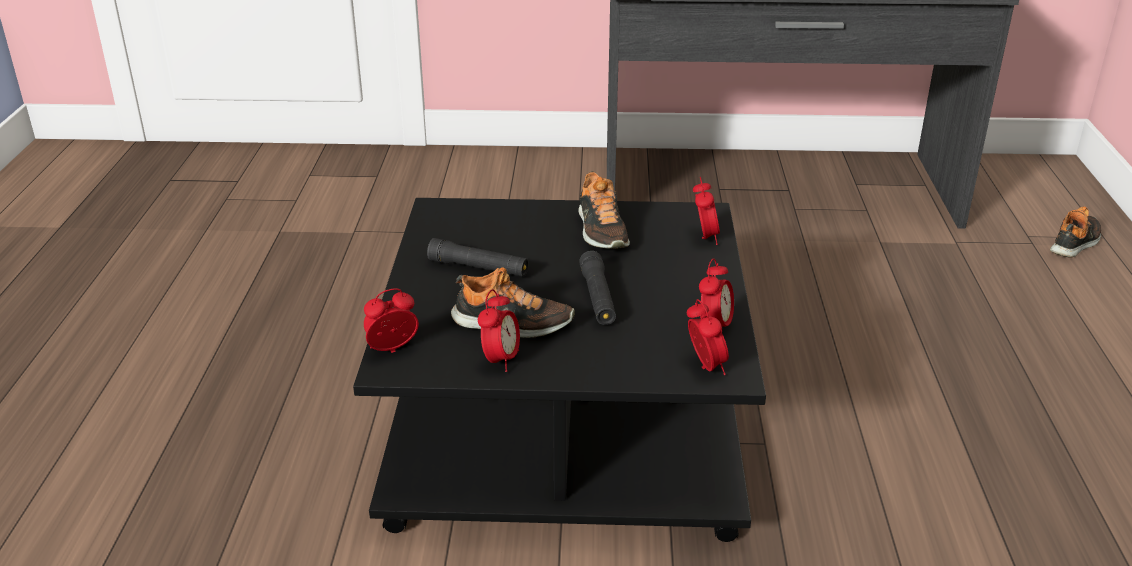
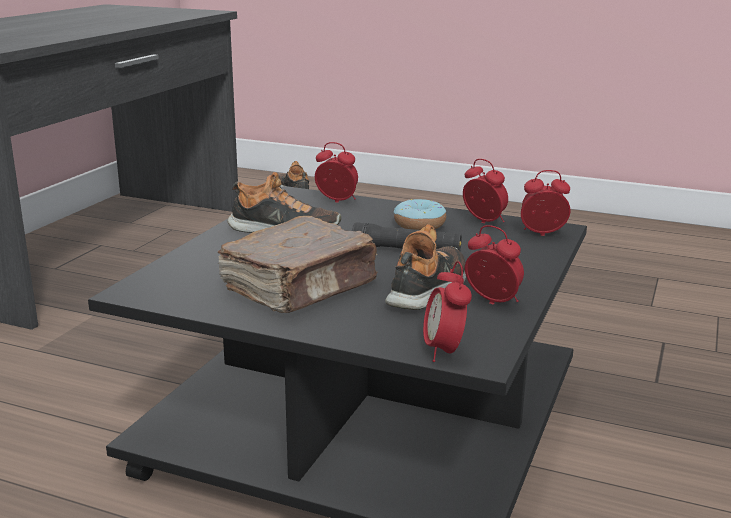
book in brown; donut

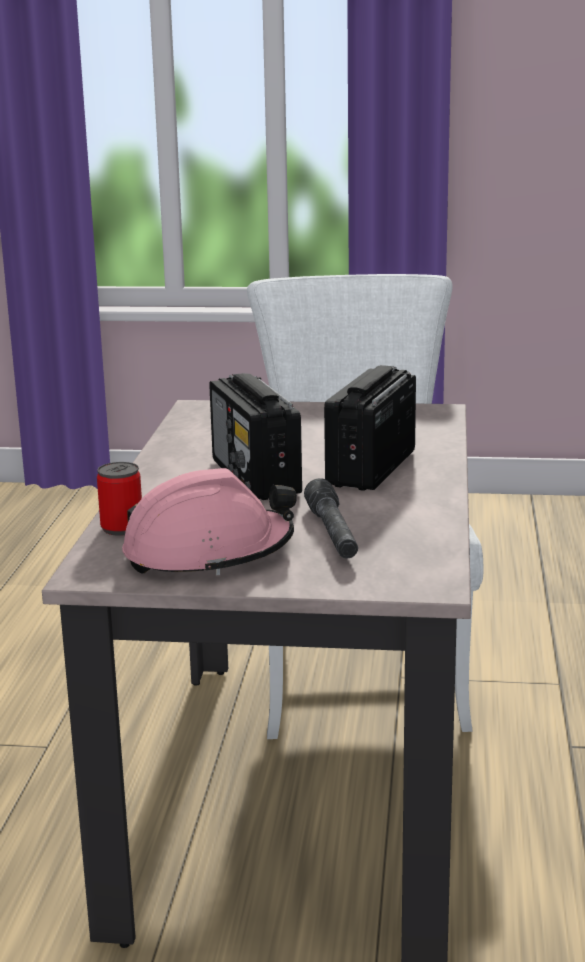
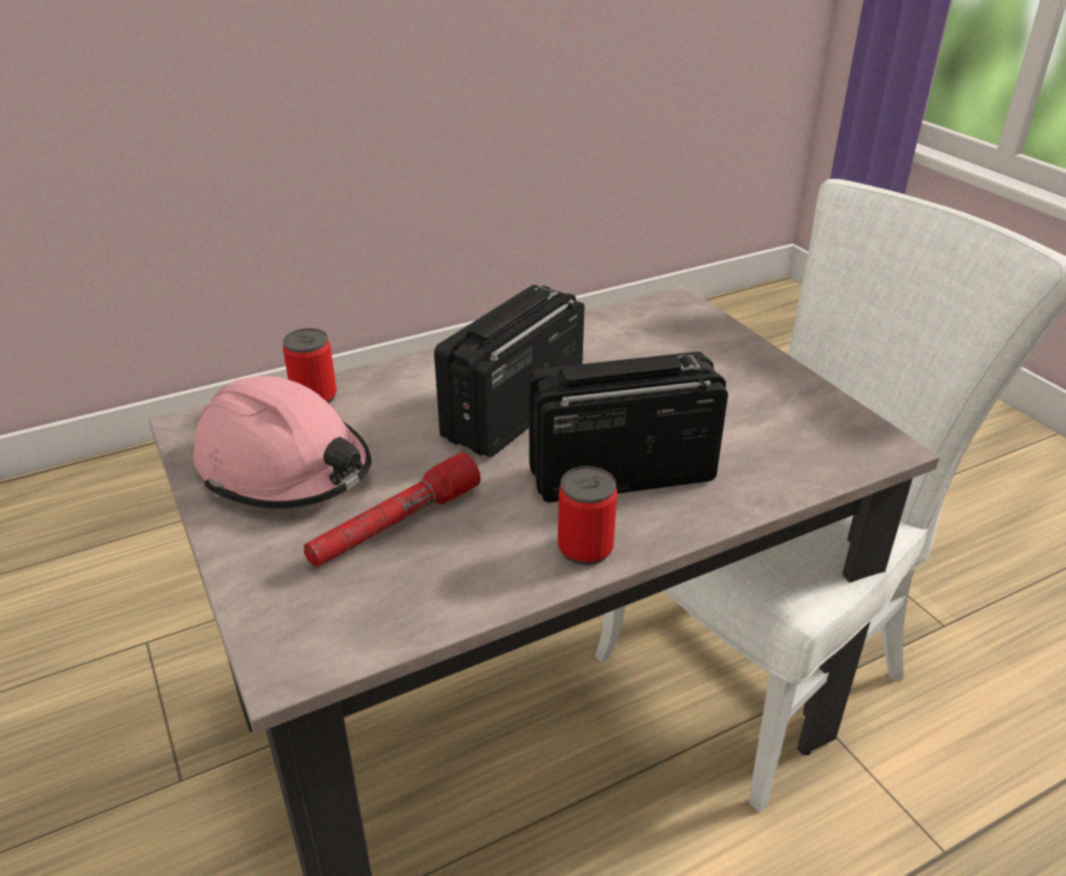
flashlight in red; can (no. 2 from left)

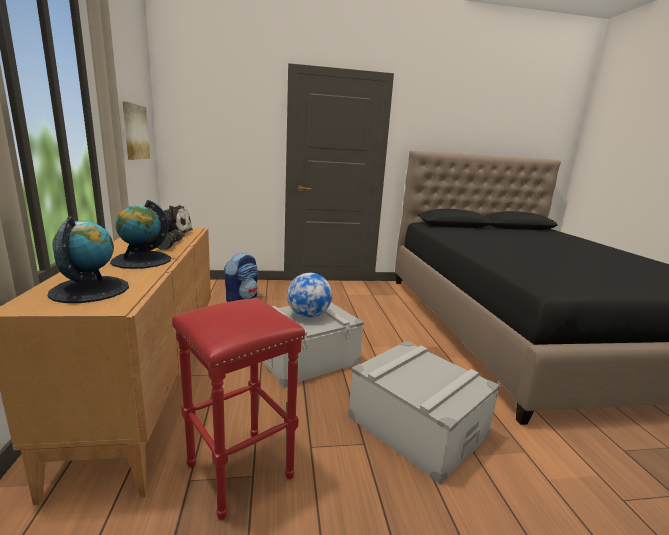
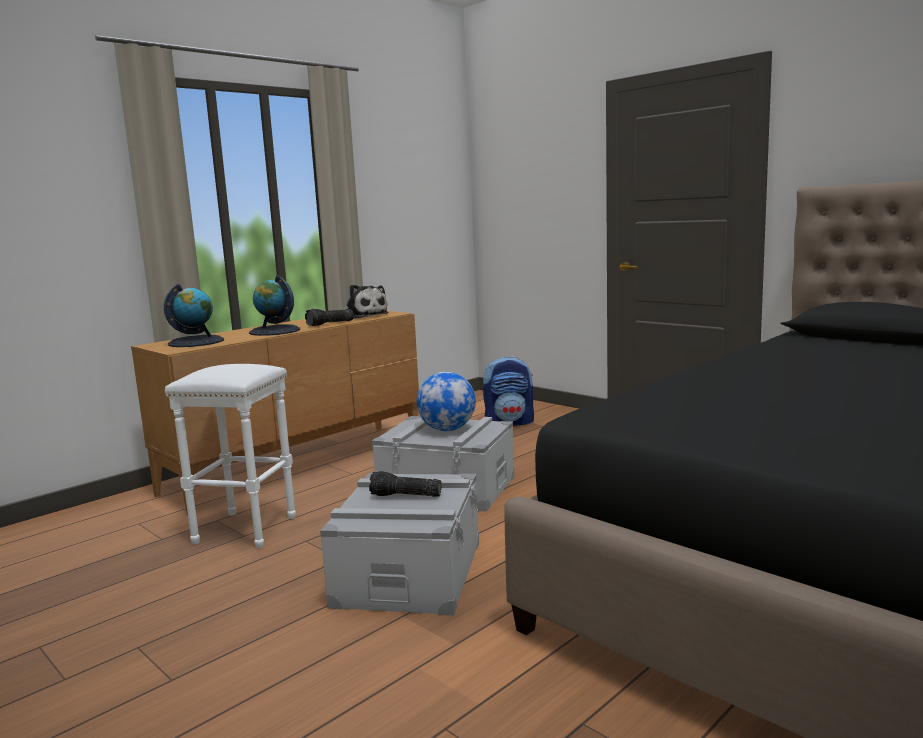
picture; stool in white; flashlight (no. 2 from left)

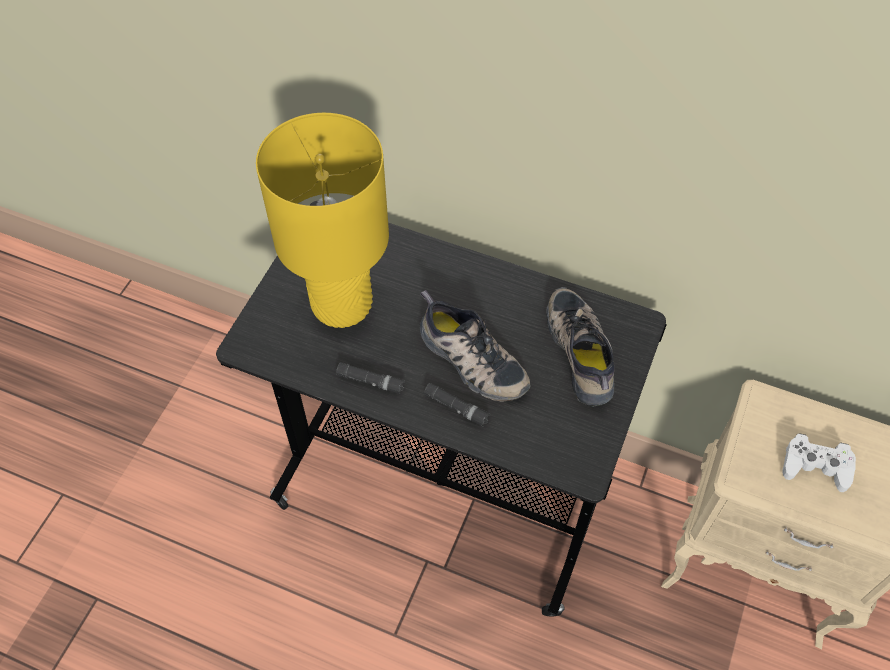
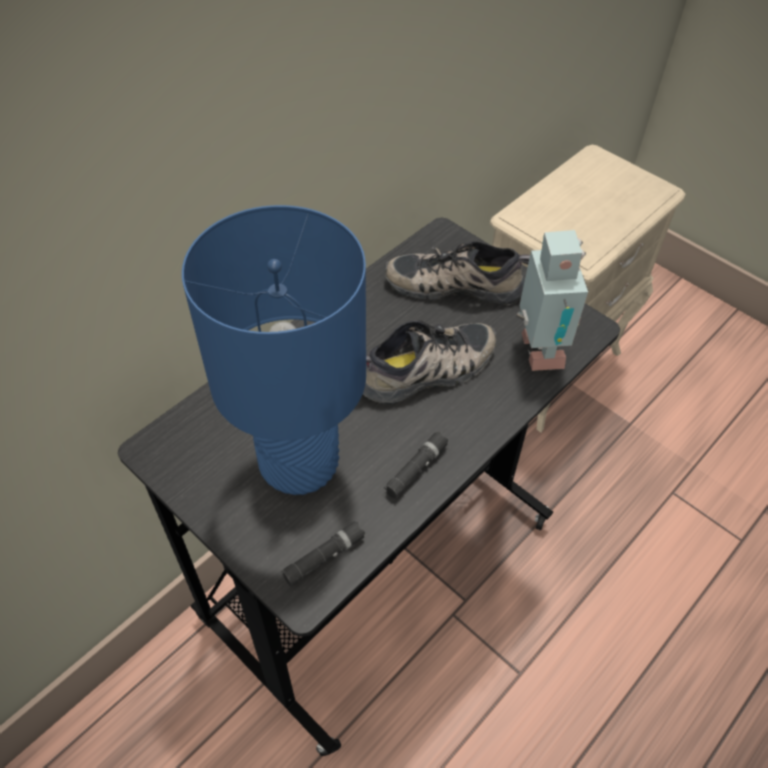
table lamp in blue; flashlight in black (no. 1 from left); game controller in white; toy robot

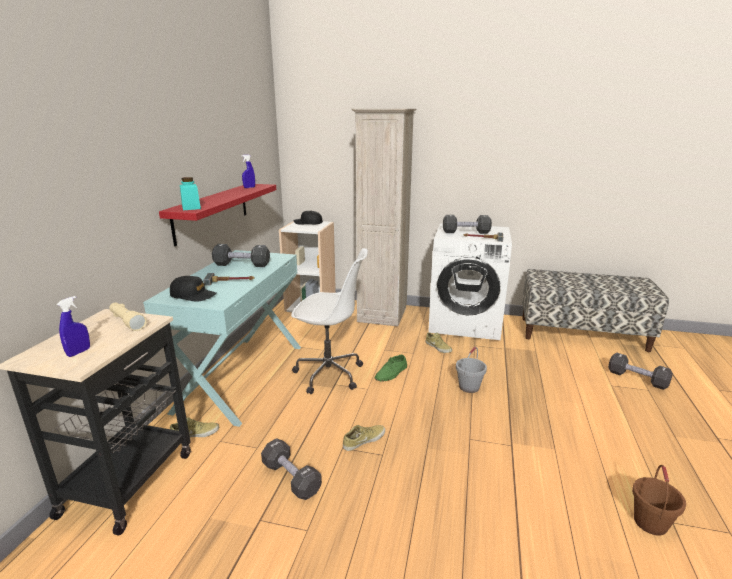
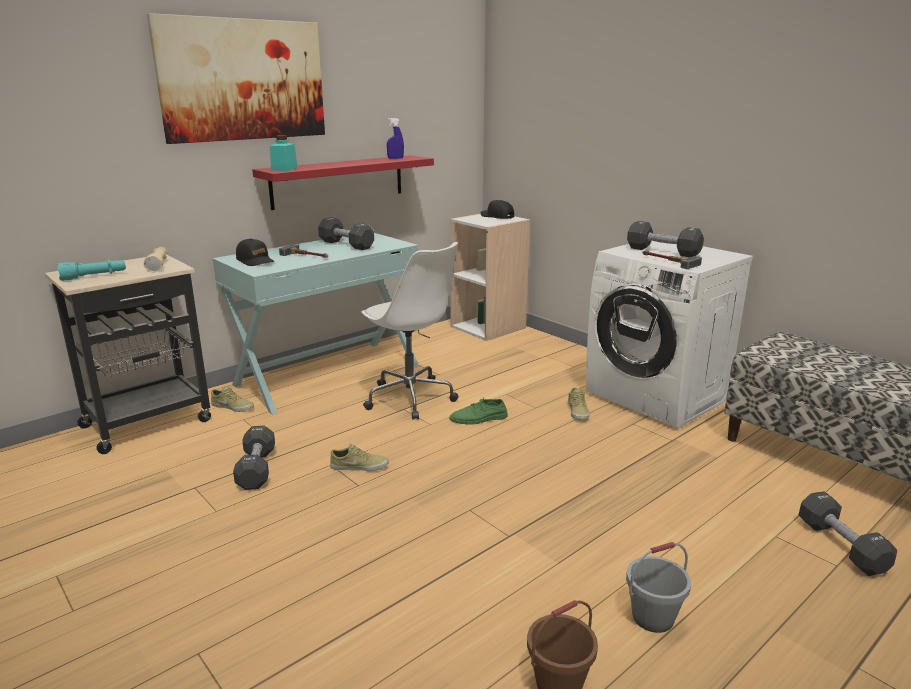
flashlight in turquoise; cabinet in beige; bucket in grey; picture

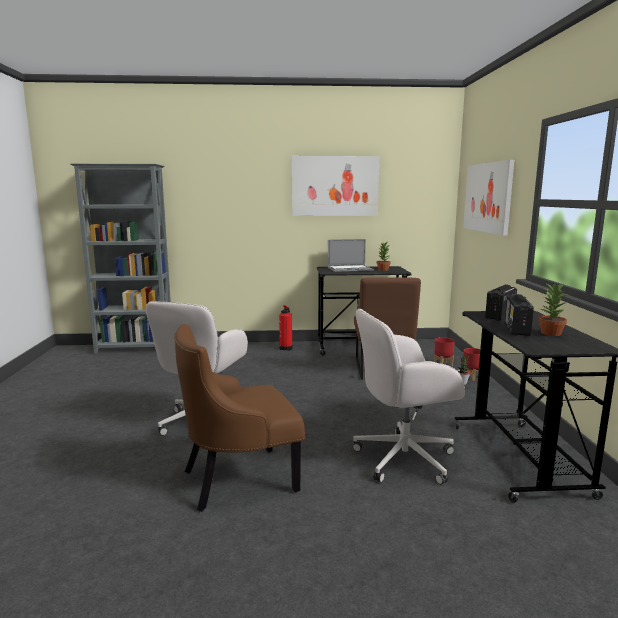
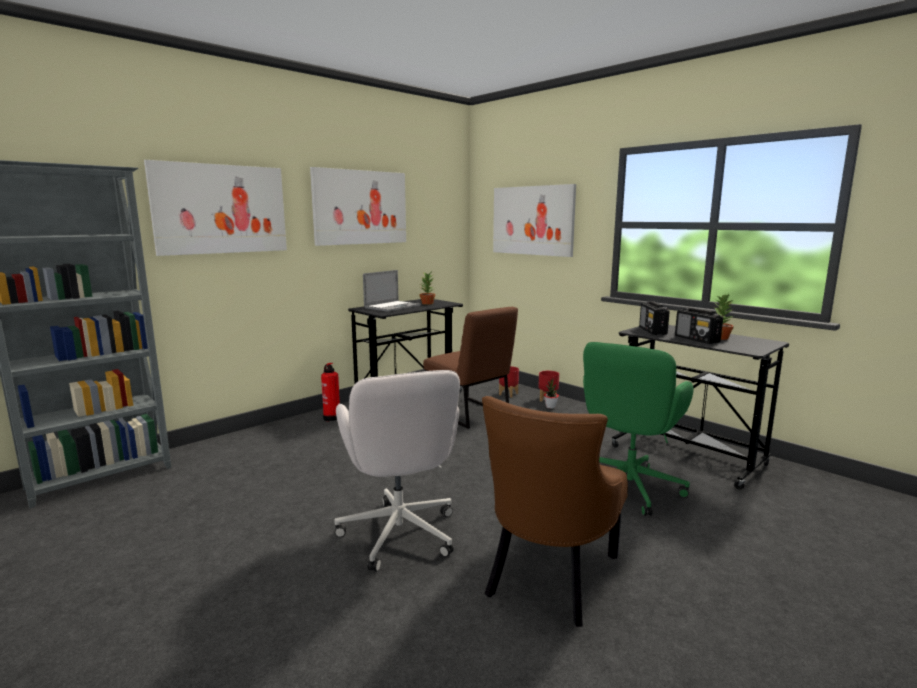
office chair in green; picture (no. 1 from left)

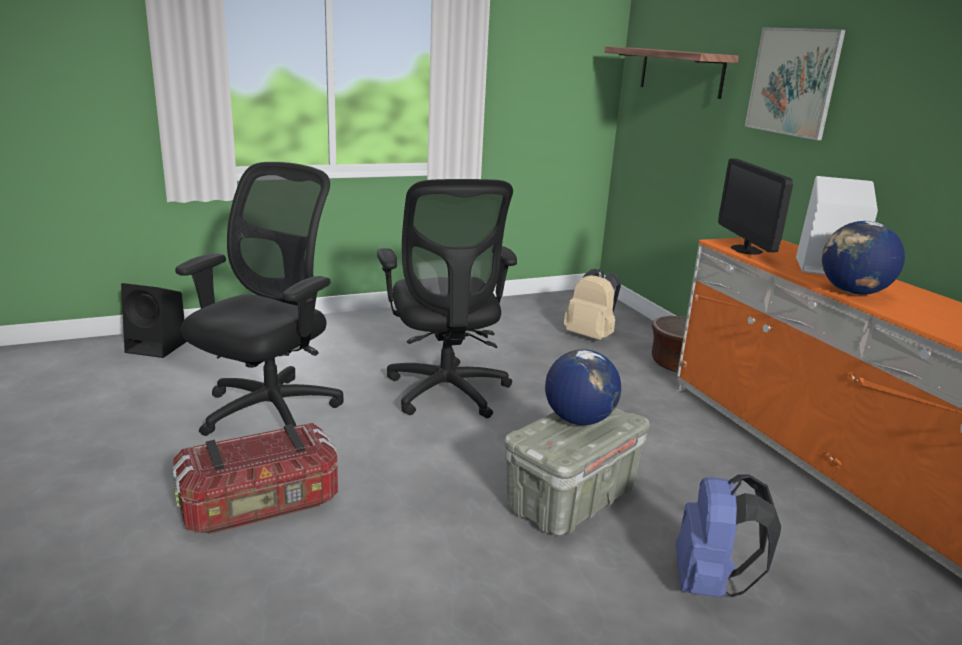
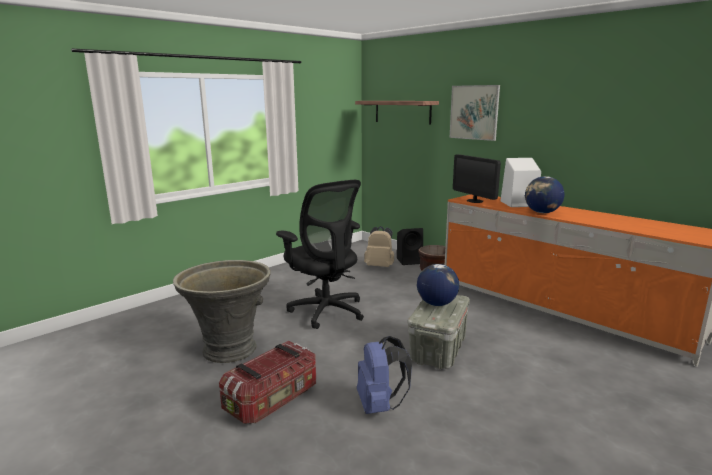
speaker in black; planter in grey; backpack in blue

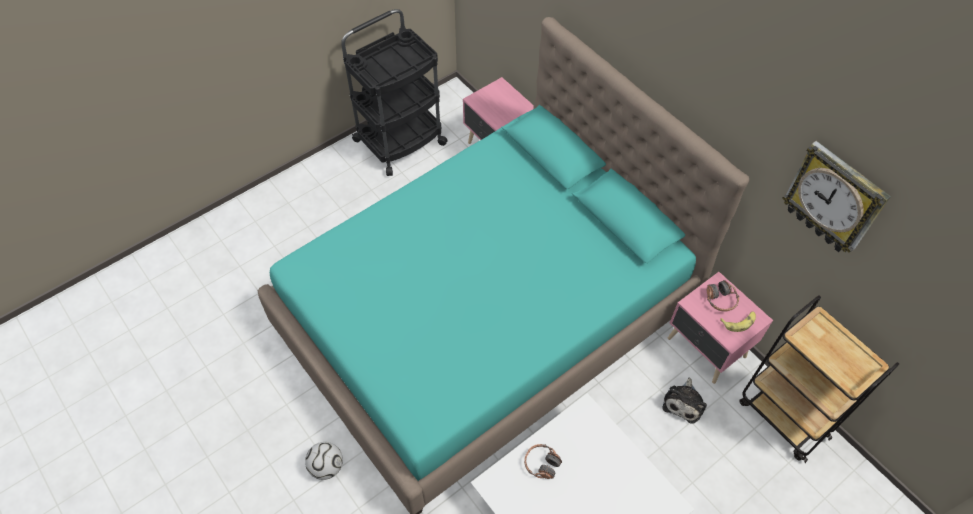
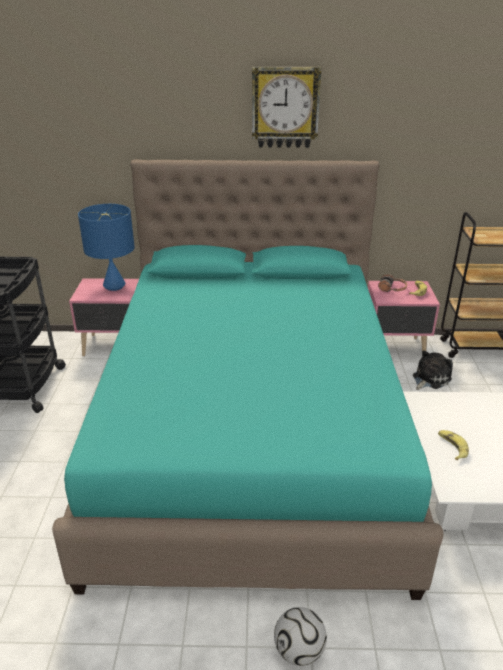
banana (no. 2 from left); plush toy; wall clock; table lamp in blue

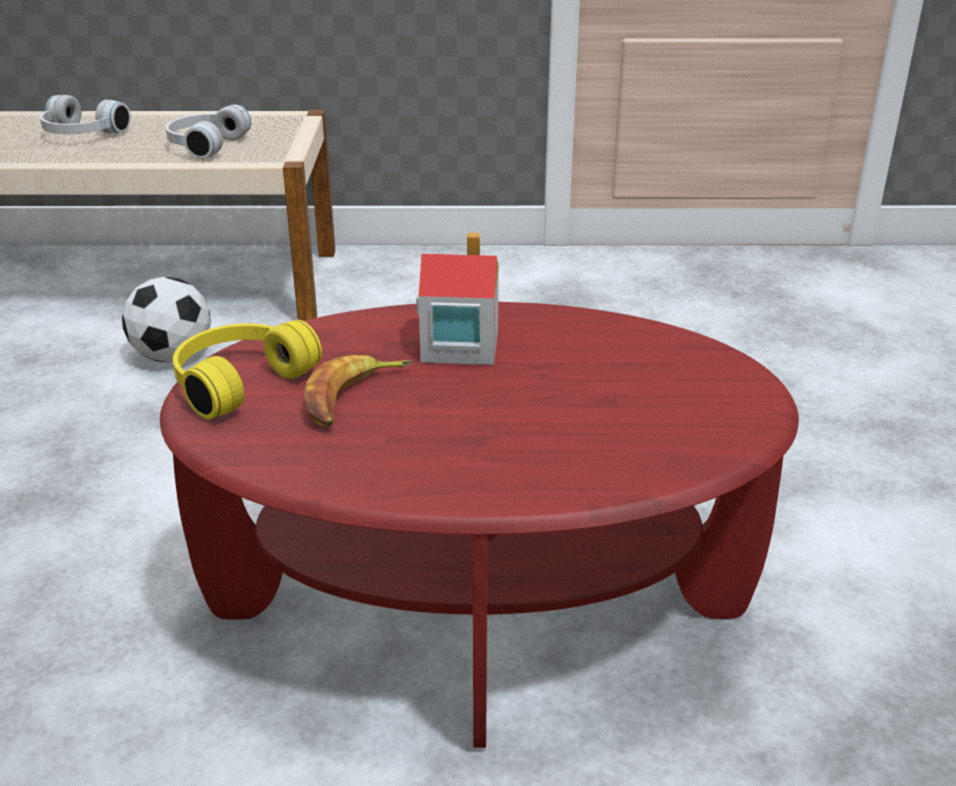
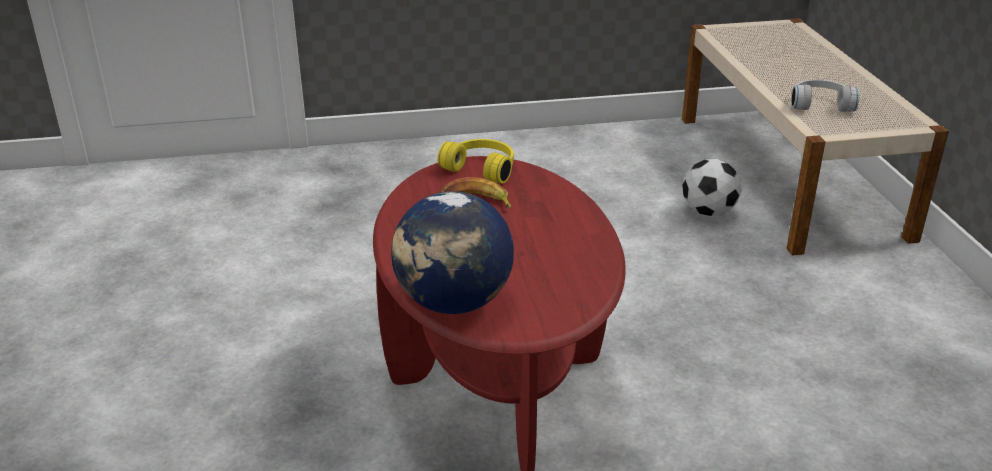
headphones in white (no. 1 from left in the first image); toy house; globe

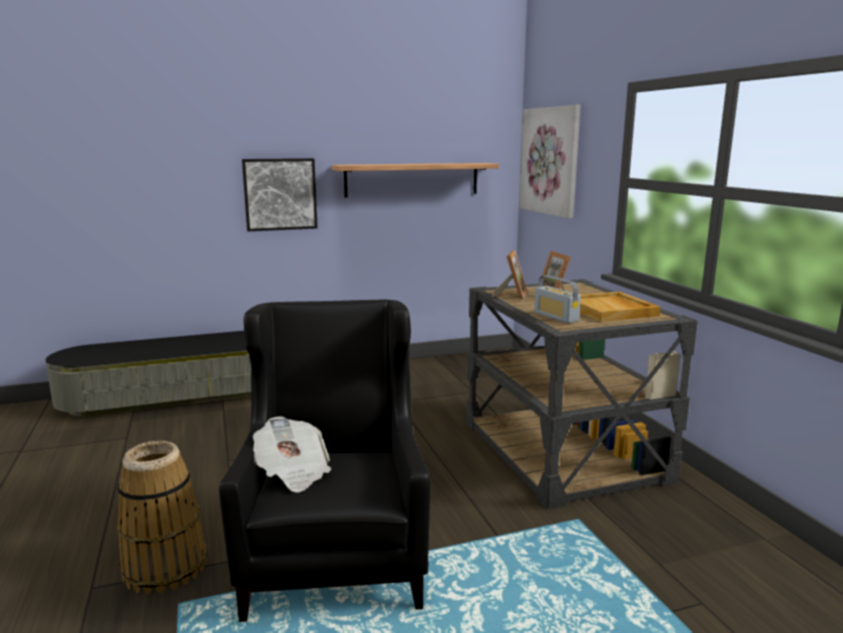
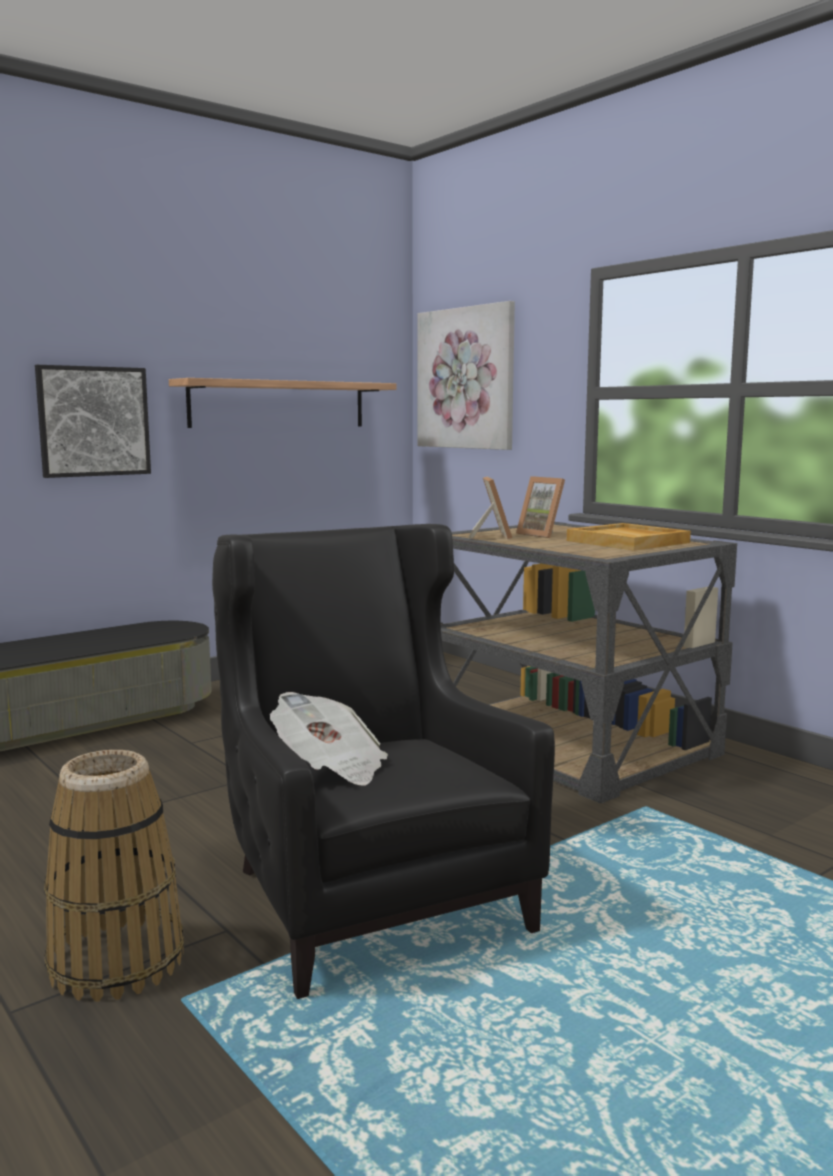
radio

